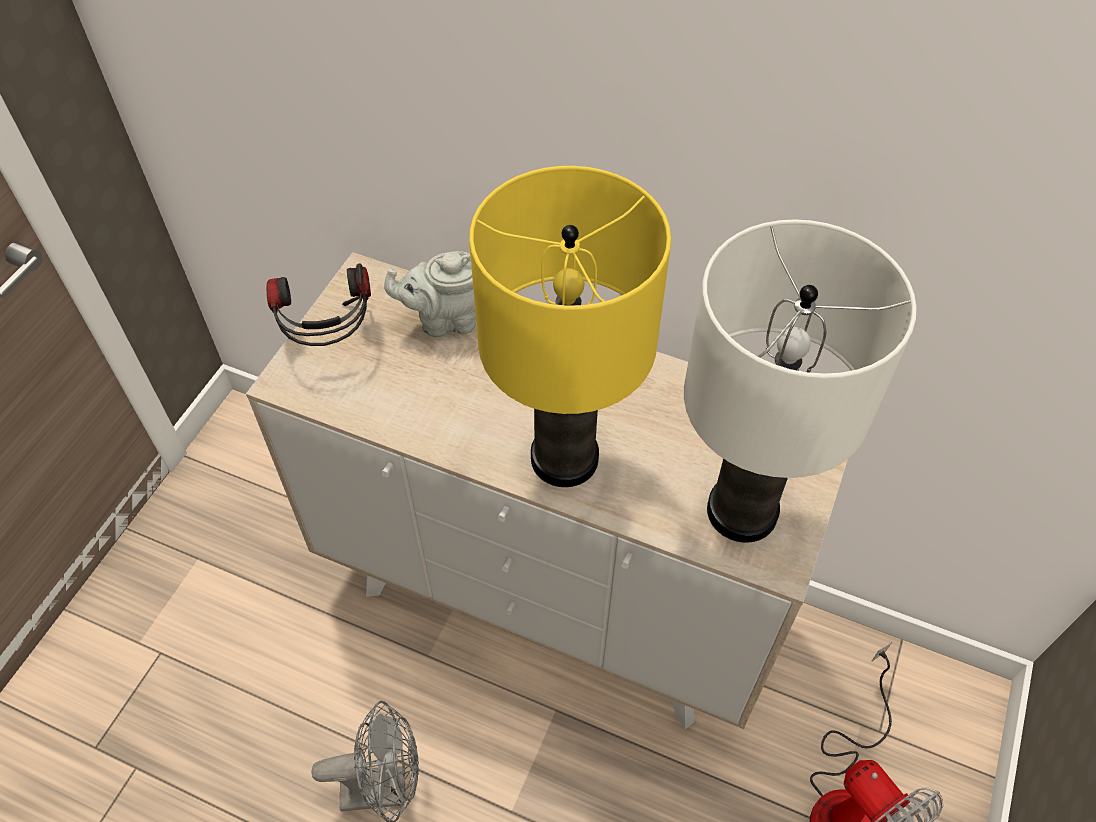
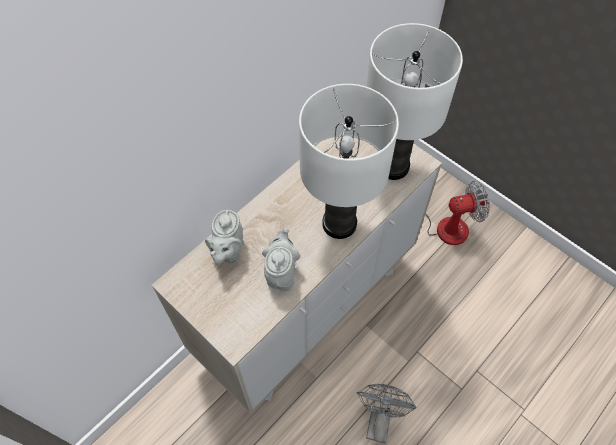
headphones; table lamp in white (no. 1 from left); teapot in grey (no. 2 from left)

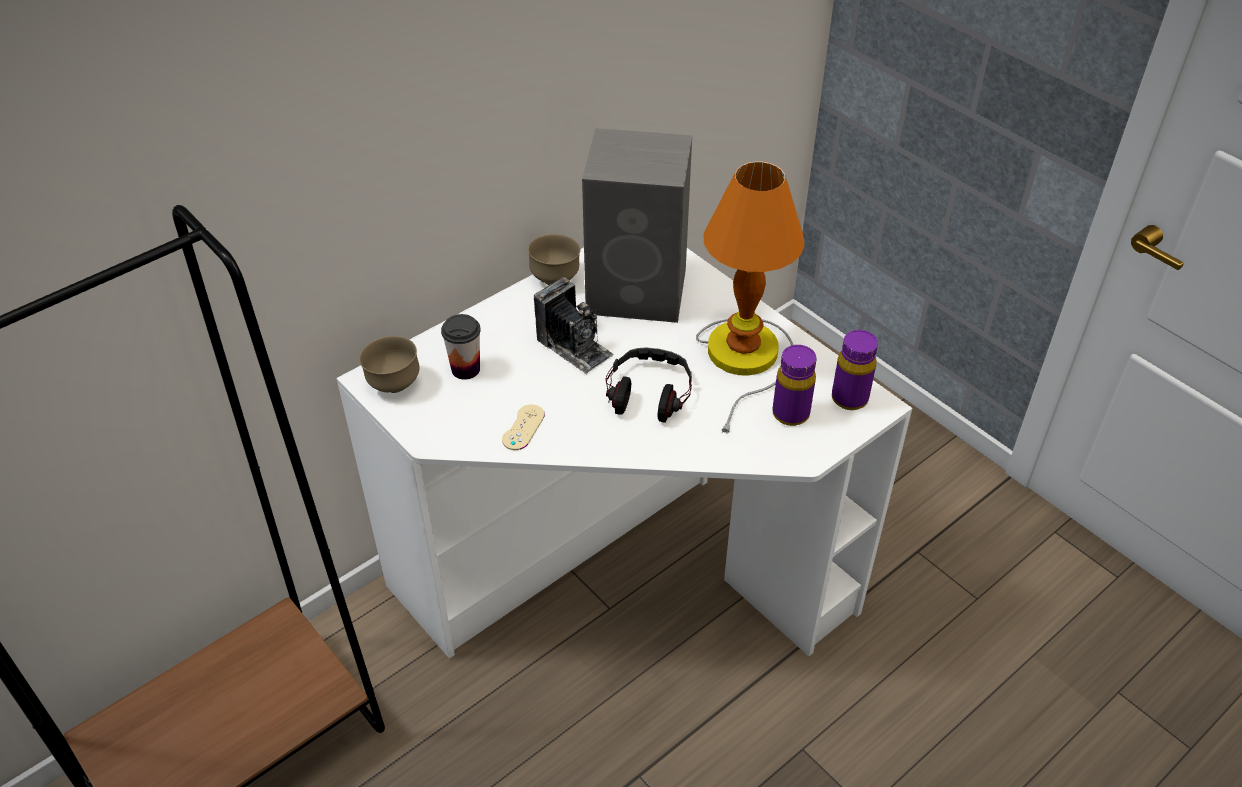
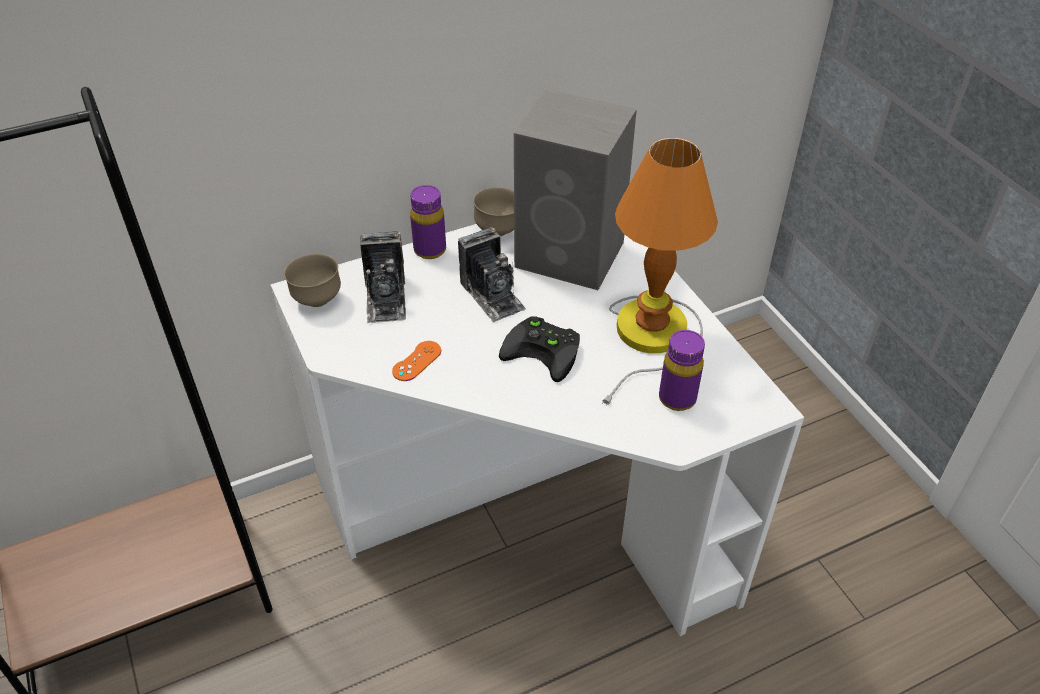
photo camera (no. 1 from left); game controller in orange; game controller in black; bottle in purple (no. 1 from left)

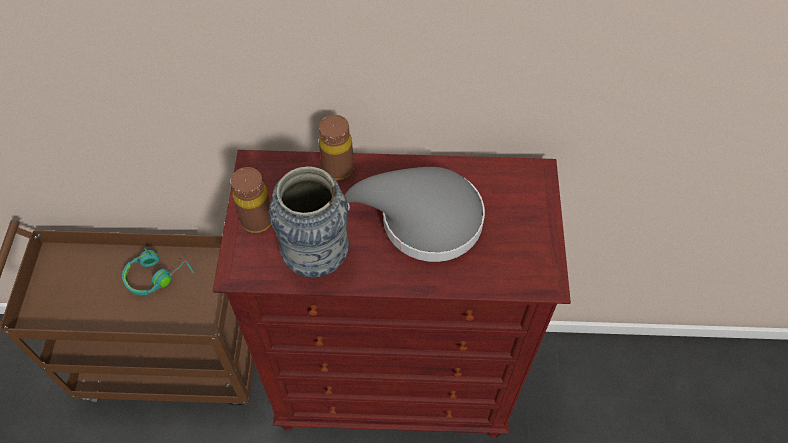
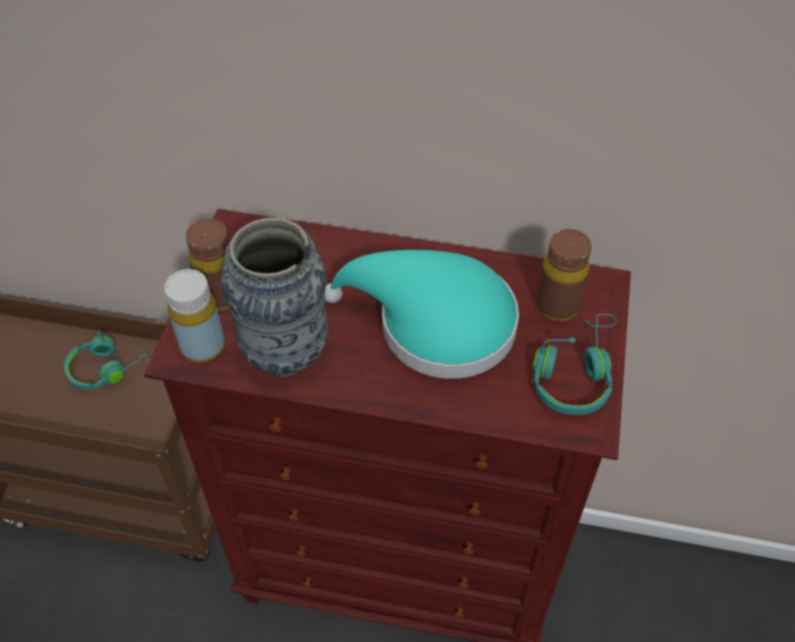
bottle in brown (no. 2 from left); hat in turquoise; bottle in yellow; headphones in turquoise (no. 2 from left)

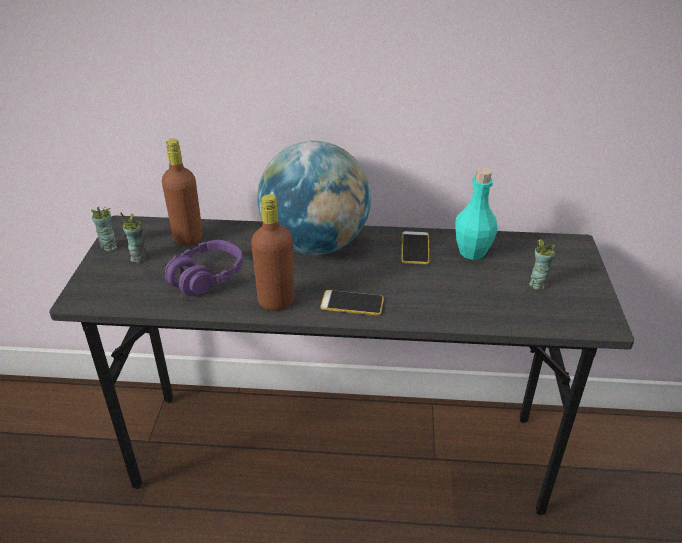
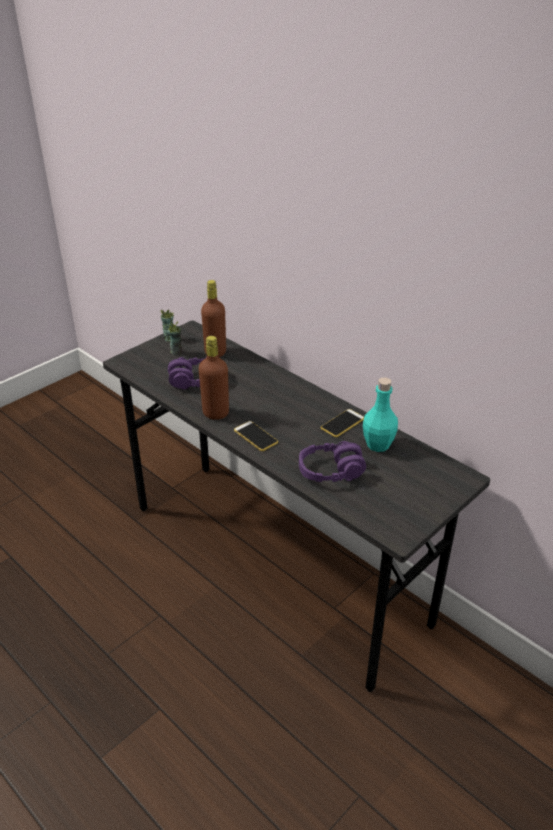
globe; cup (no. 3 from left in the first image); headphones in purple (no. 2 from left)

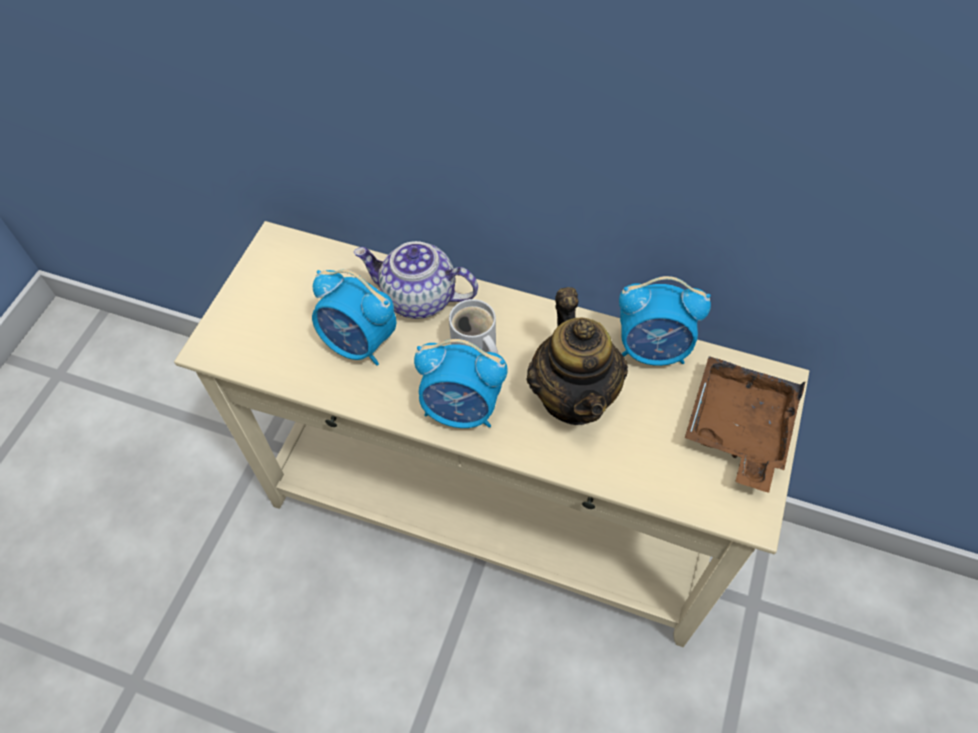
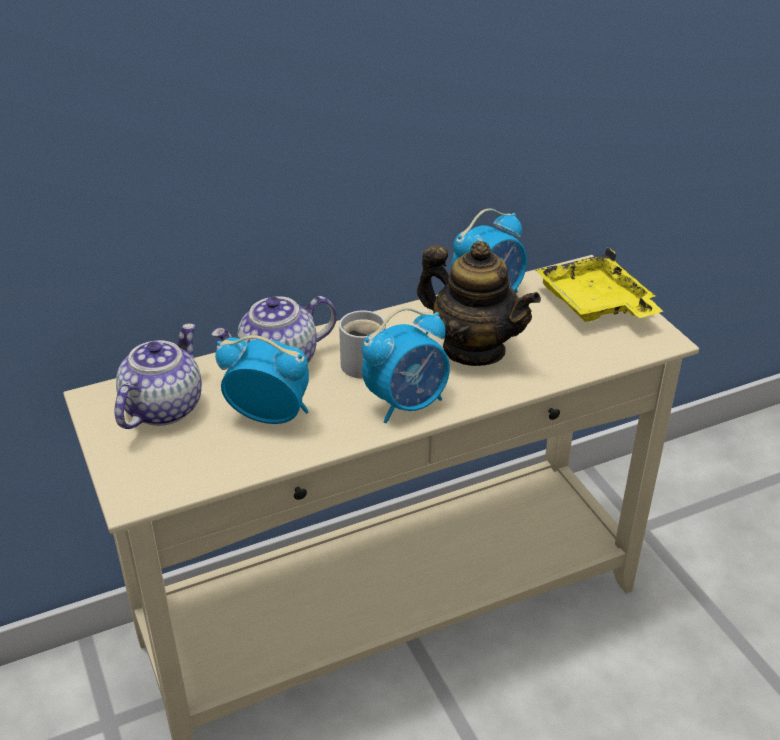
alarm clock (no. 1 from left); tray in yellow; teapot (no. 1 from left)

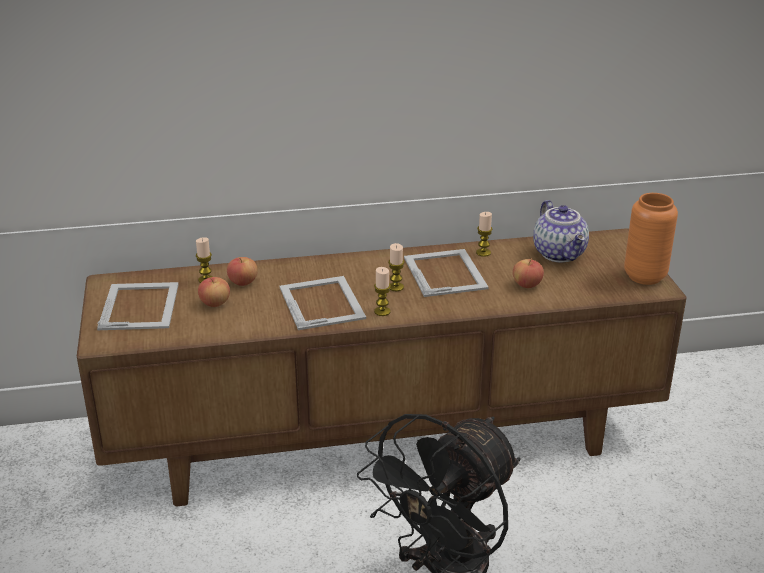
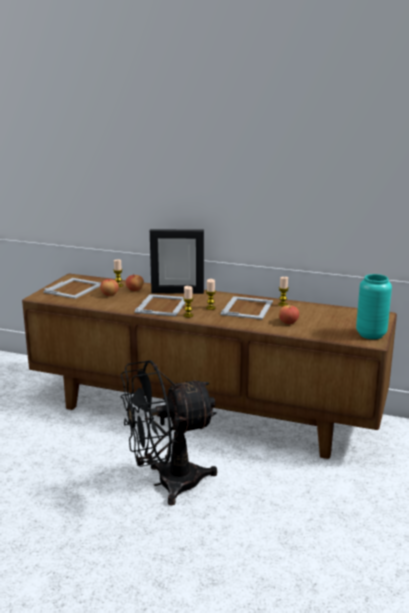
teapot; vase in turquoise; picture frame (no. 3 from left)

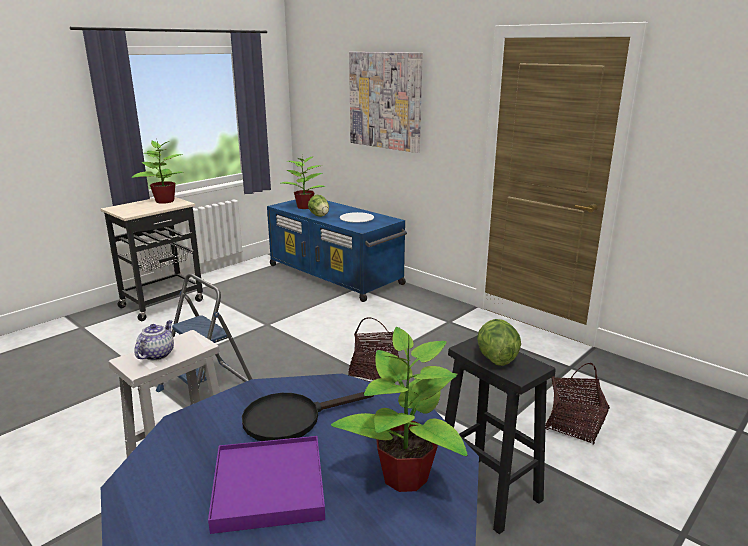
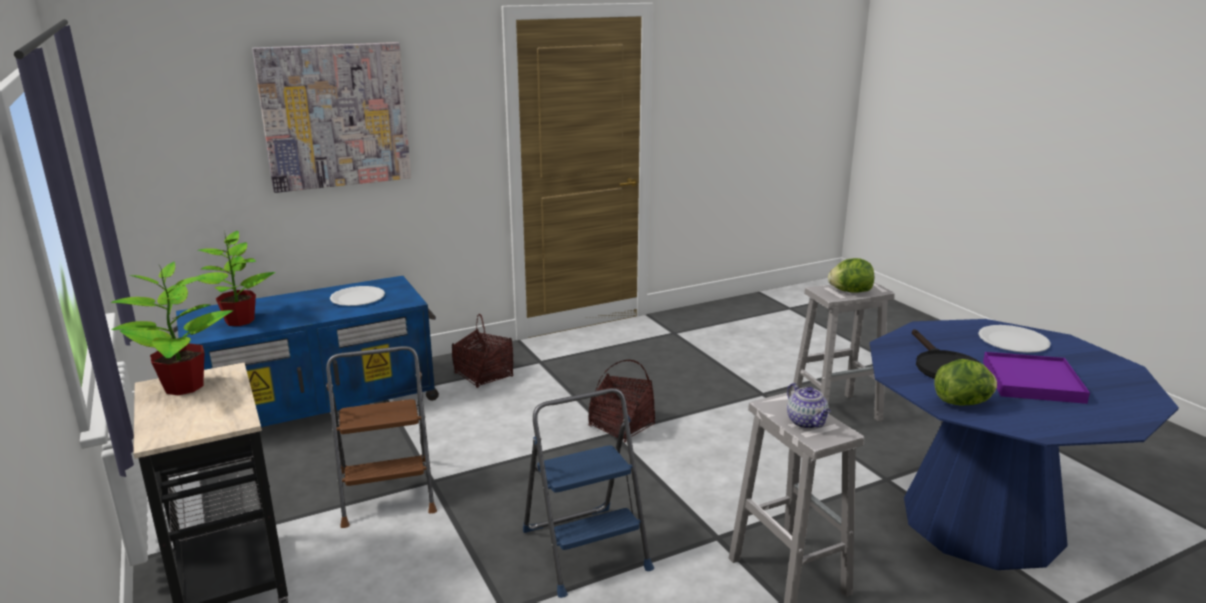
teapot; lettuce (no. 2 from left); plate in white (no. 2 from left); stool in white (no. 2 from left); basket (no. 1 from left); step ladder in brown

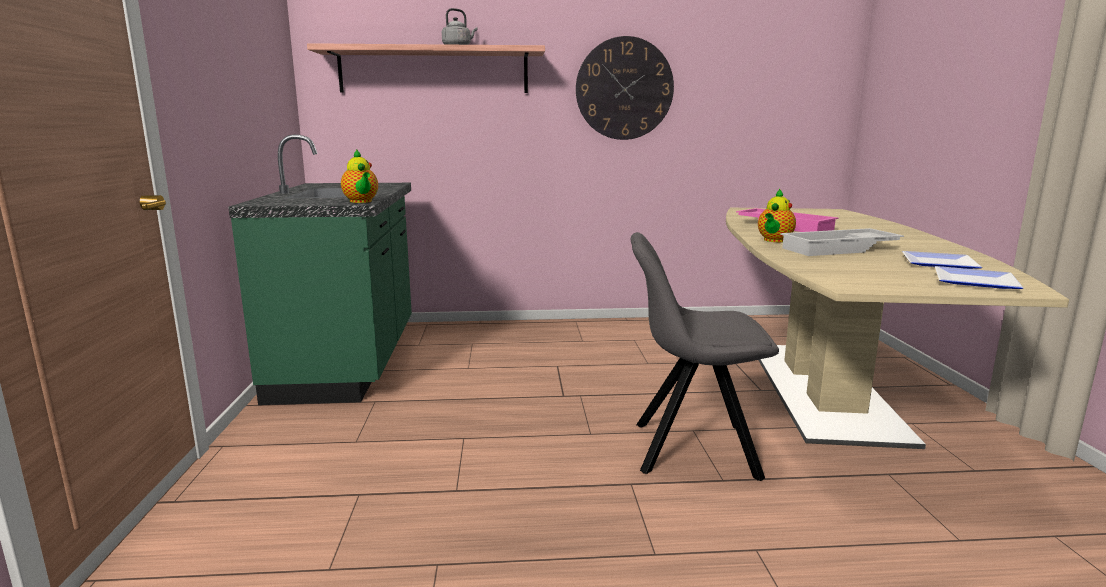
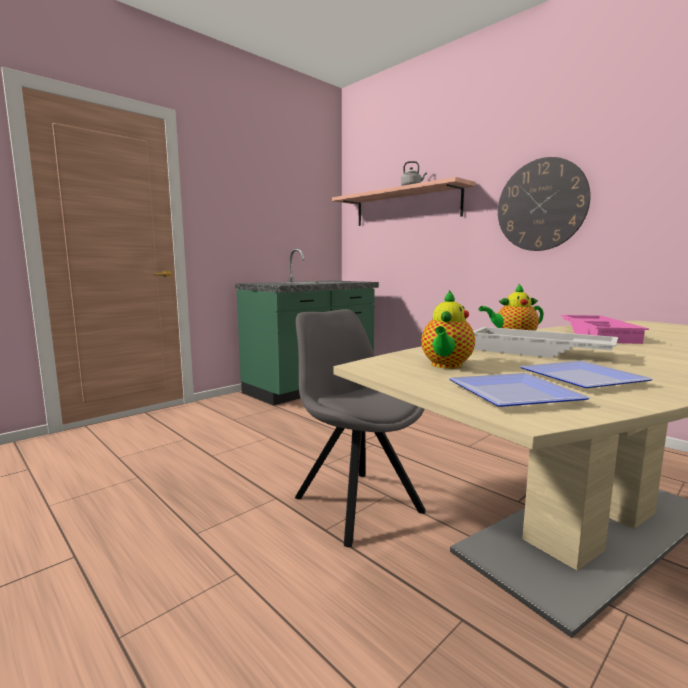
teapot (no. 1 from left)

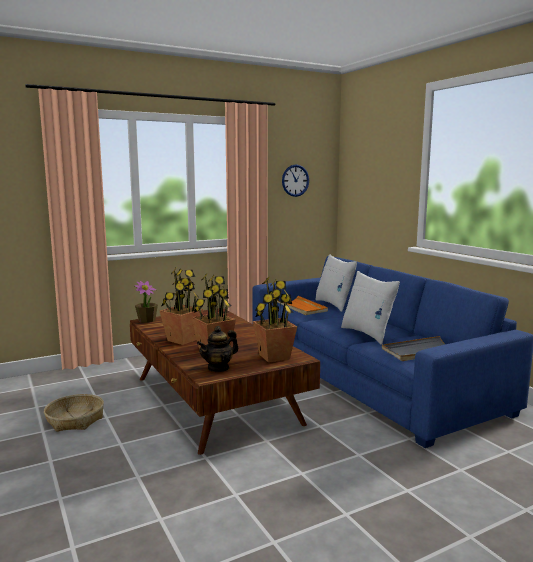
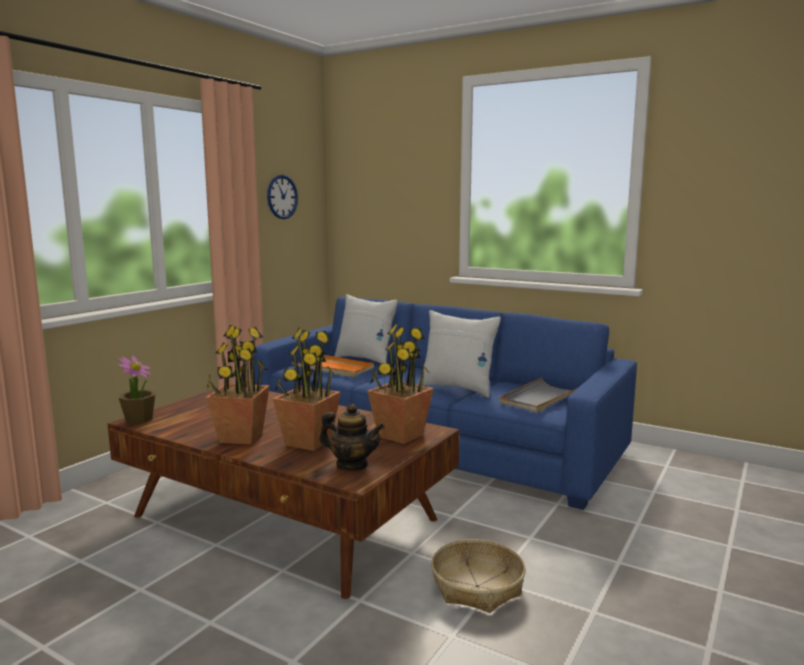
basket; teapot

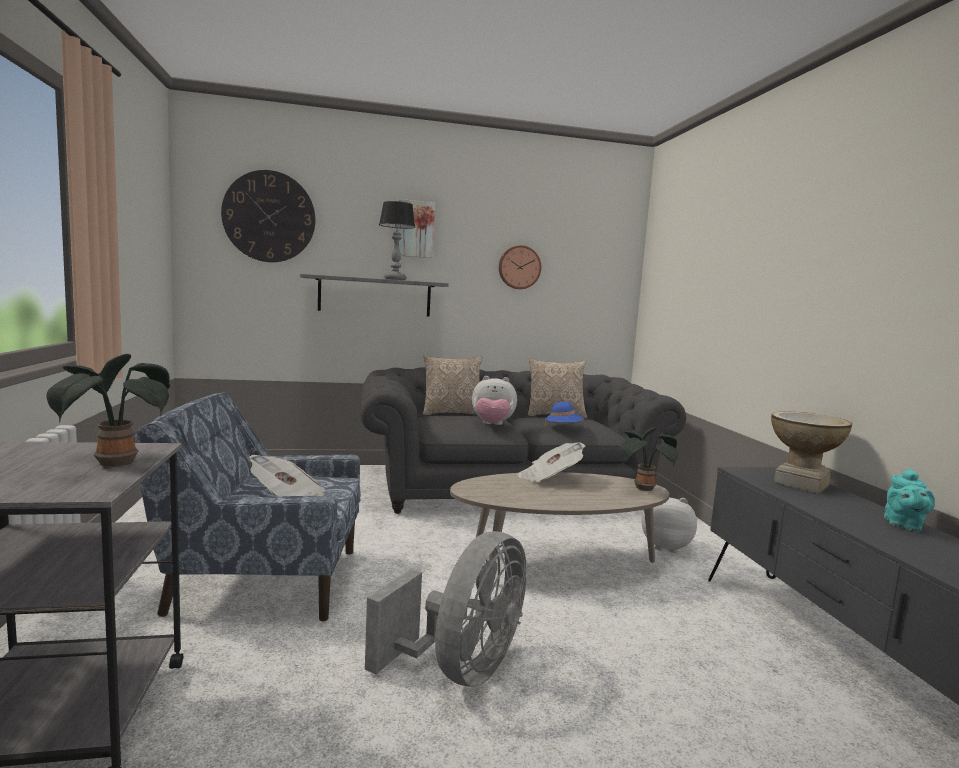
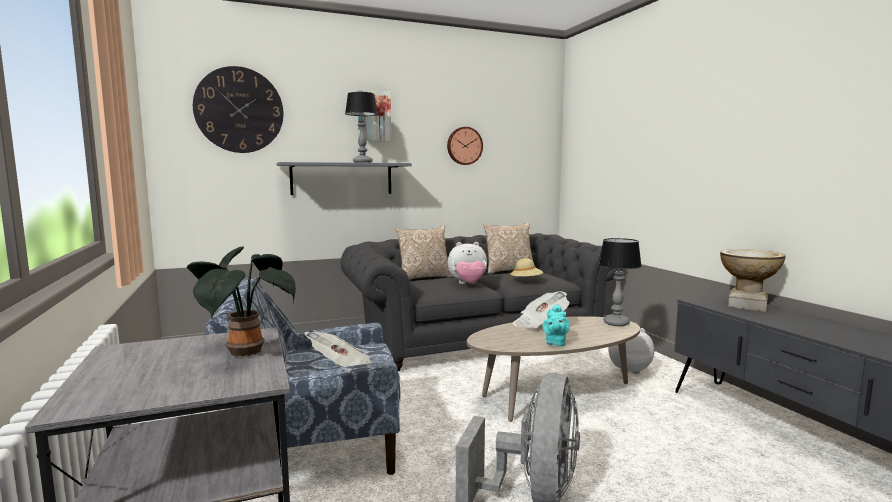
hat in beige; table lamp (no. 2 from left); teapot in turquoise

